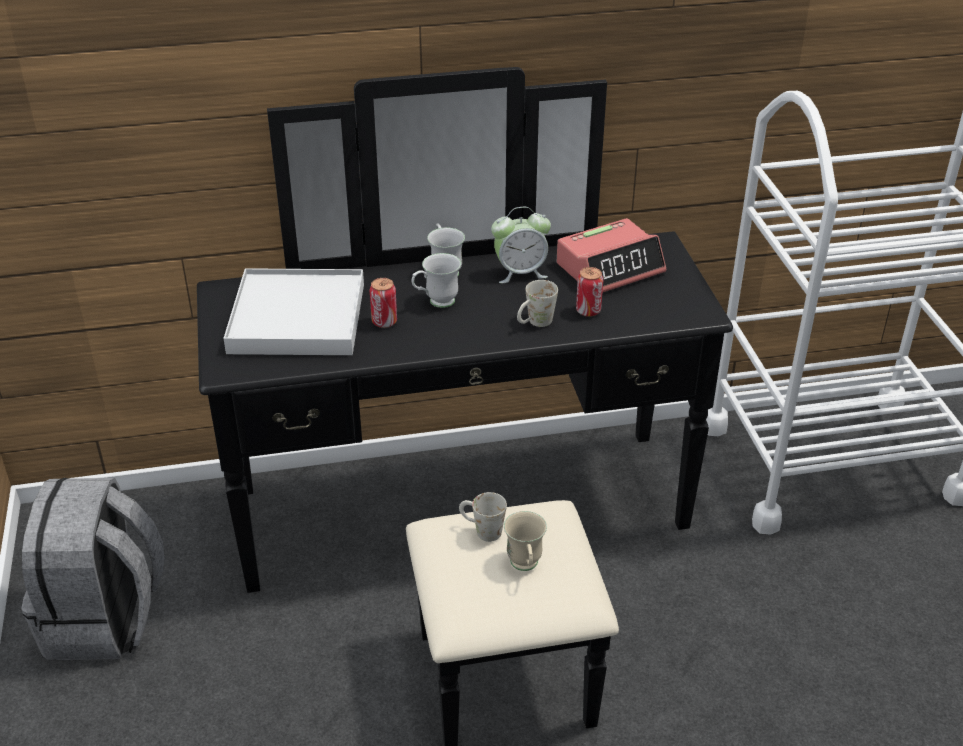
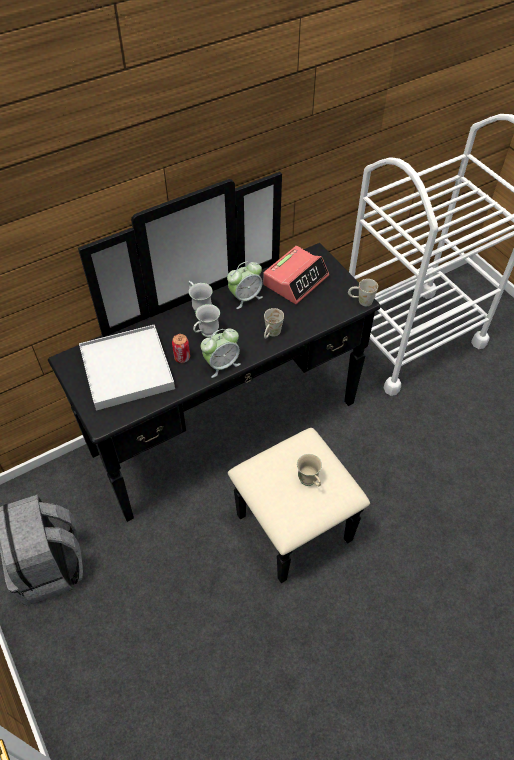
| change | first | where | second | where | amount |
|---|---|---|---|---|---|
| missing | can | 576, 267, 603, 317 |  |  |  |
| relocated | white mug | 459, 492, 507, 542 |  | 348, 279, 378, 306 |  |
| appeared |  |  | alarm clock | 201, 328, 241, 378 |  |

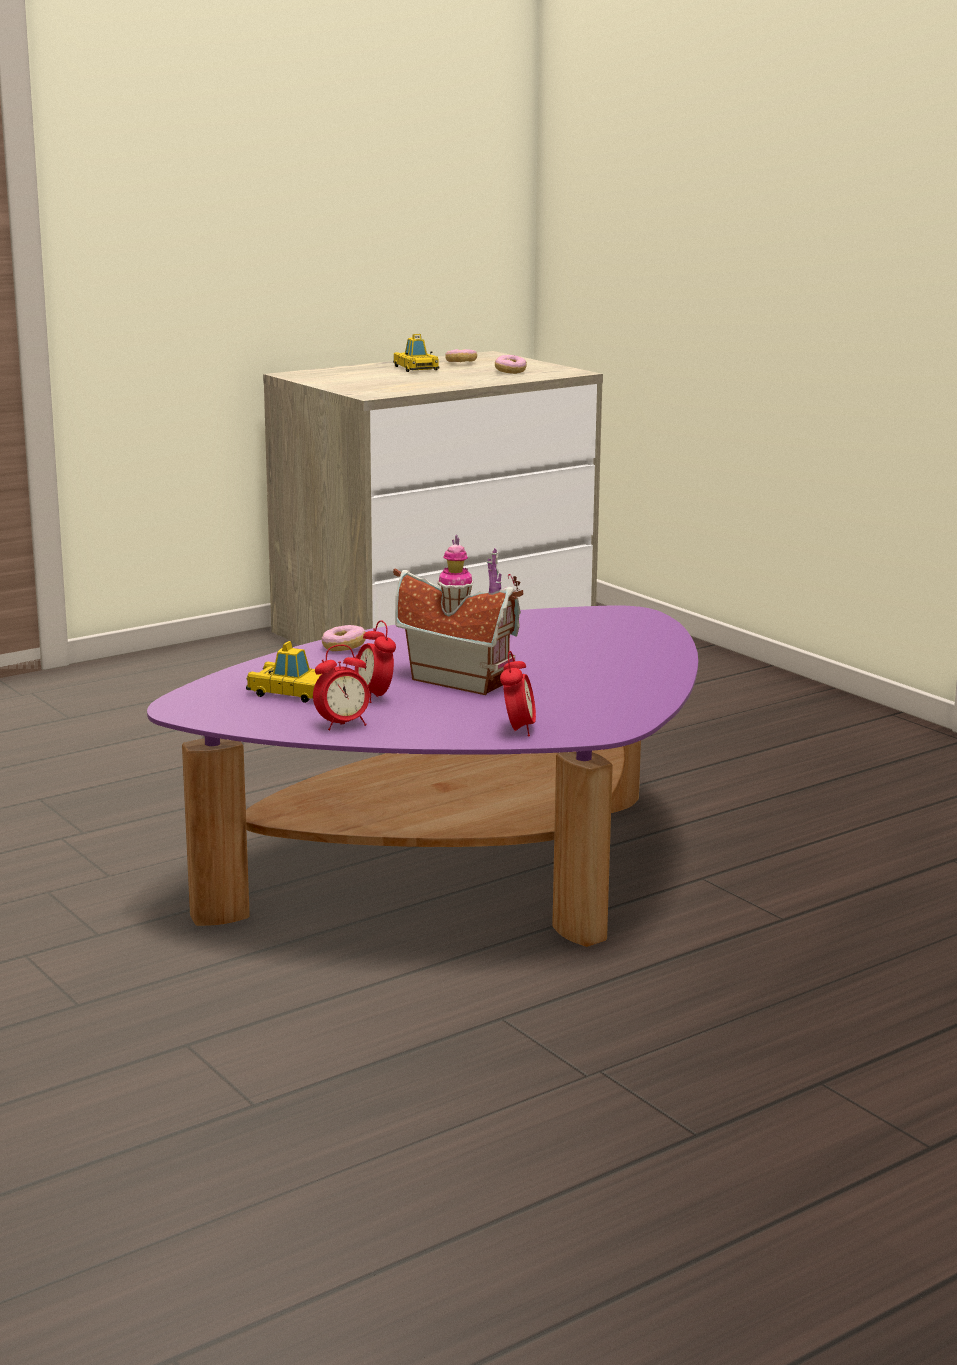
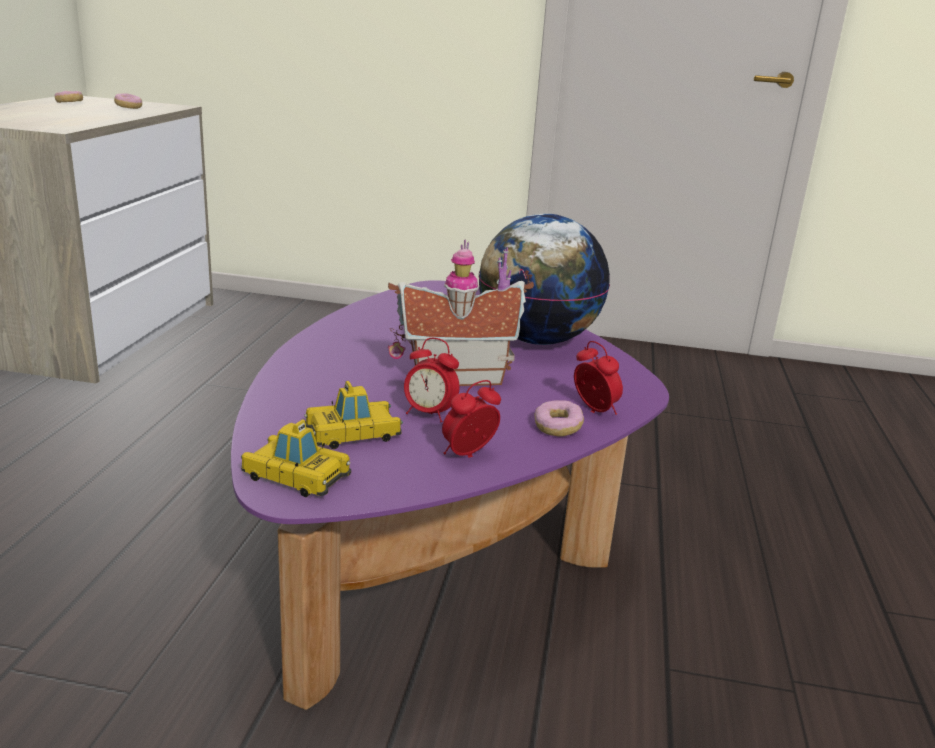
| change | first | where | second | where | amount |
|---|---|---|---|---|---|
| relocated | toy car | 393, 334, 439, 372 |  | 241, 419, 351, 497 |  |
| relocated | donut | 322, 625, 366, 651 |  | 535, 400, 584, 437 |  |
| spun | alarm clock | 313, 645, 370, 731 |  | 442, 380, 501, 458 | 150 degrees counterclockwise |
| appeared |  |  | globe | 478, 214, 610, 345 |  |

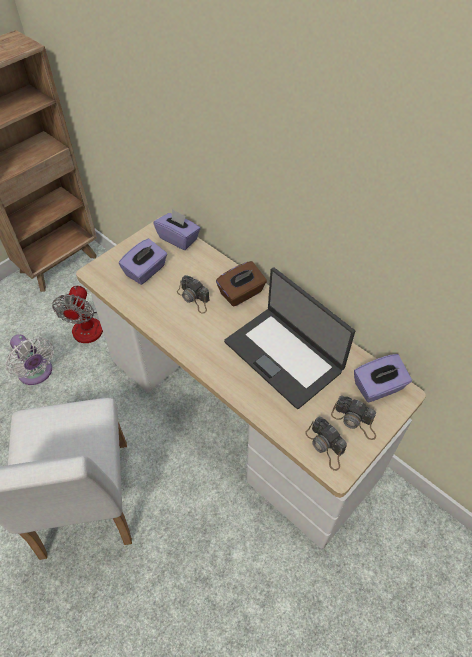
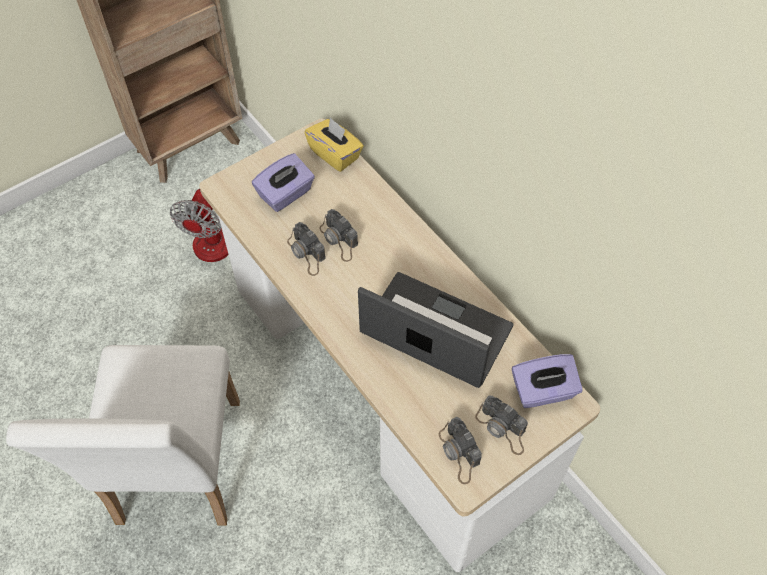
| change | first | where | second | where | amount |
|---|---|---|---|---|---|
| colour | purple tissue box | 153, 209, 200, 250 | yellow tissue box | 304, 117, 364, 172 |  |
| missing | brown tissue box | 216, 261, 267, 307 |  |  |  |
| spun | laptop | 224, 267, 355, 409 |  | 358, 272, 514, 388 | 150 degrees clockwise |
| missing | white fan | 5, 334, 54, 385 |  |  |  |
| appeared |  |  | photo camera | 287, 222, 326, 276 |  |

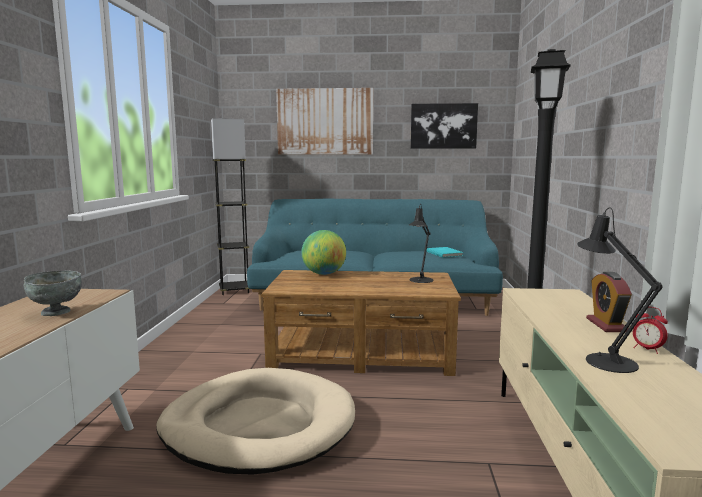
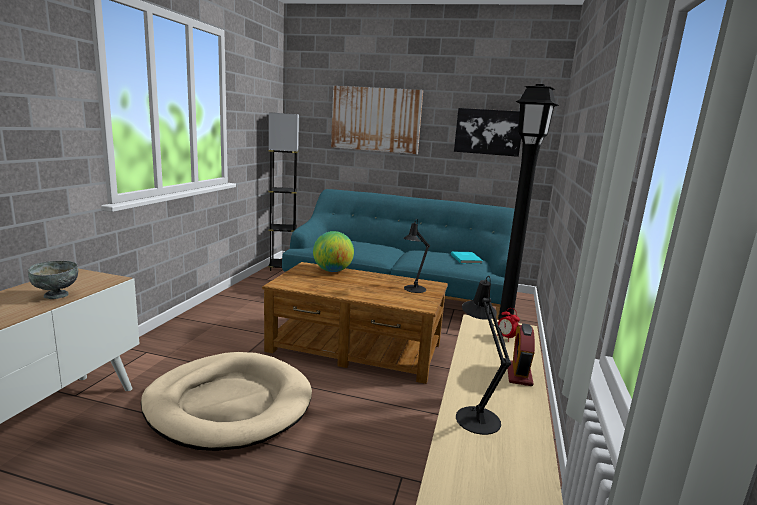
| change | first | where | second | where | amount |
|---|---|---|---|---|---|
| relocated | alarm clock | 633, 307, 668, 354 |  | 497, 308, 520, 342 |  |

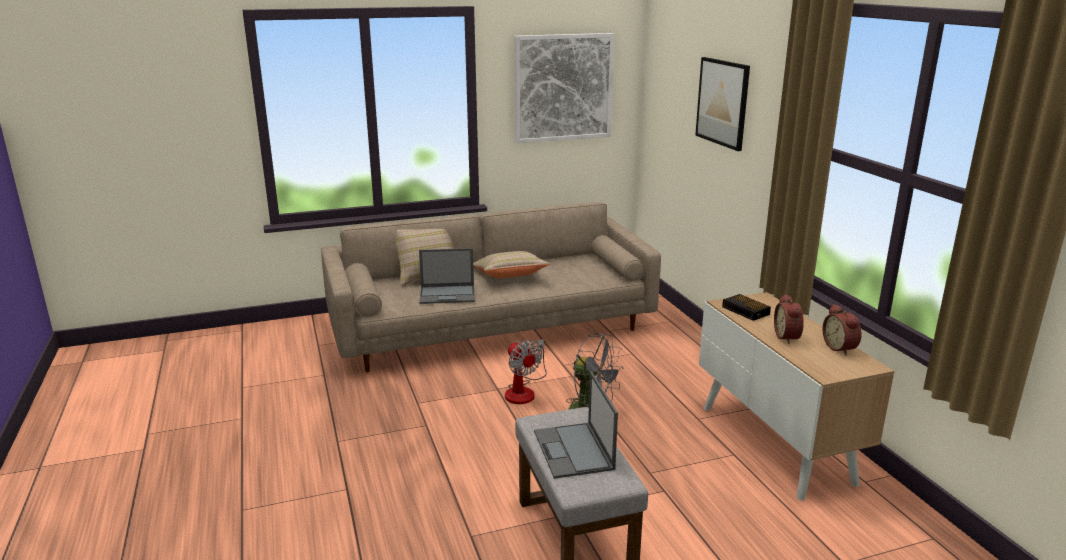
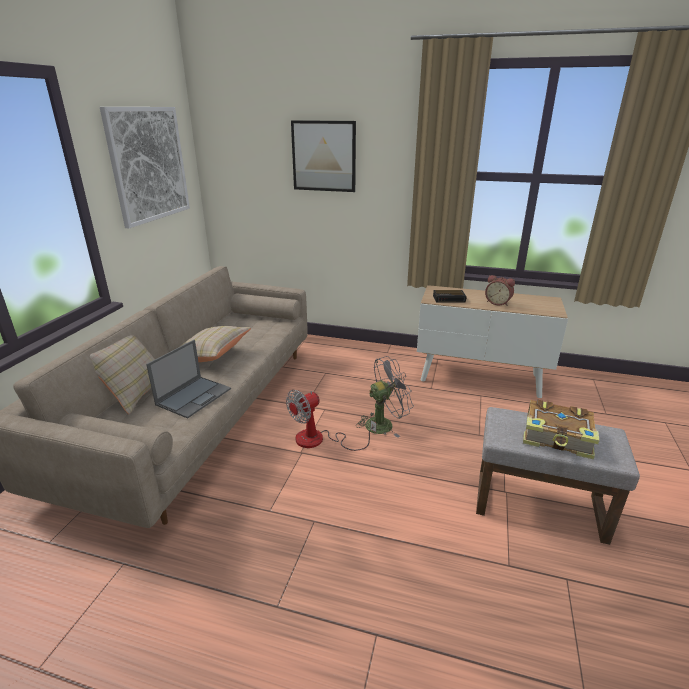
| change | first | where | second | where | amount |
|---|---|---|---|---|---|
| missing | alarm clock | 823, 304, 862, 355 |  |  |  |
| spun | fan | 505, 339, 547, 404 |  | 286, 390, 376, 451 | 135 degrees clockwise |
| exchanged | laptop | 534, 372, 618, 479 | book | 523, 400, 600, 459 |  |

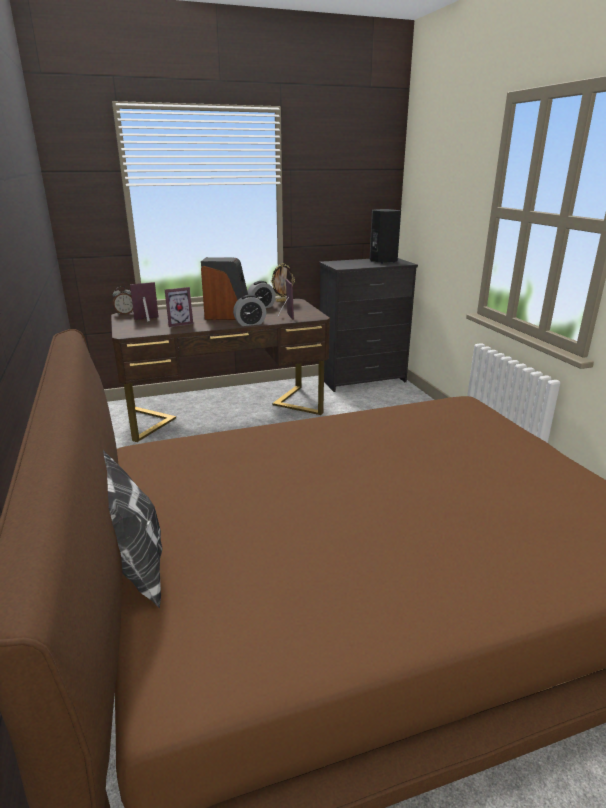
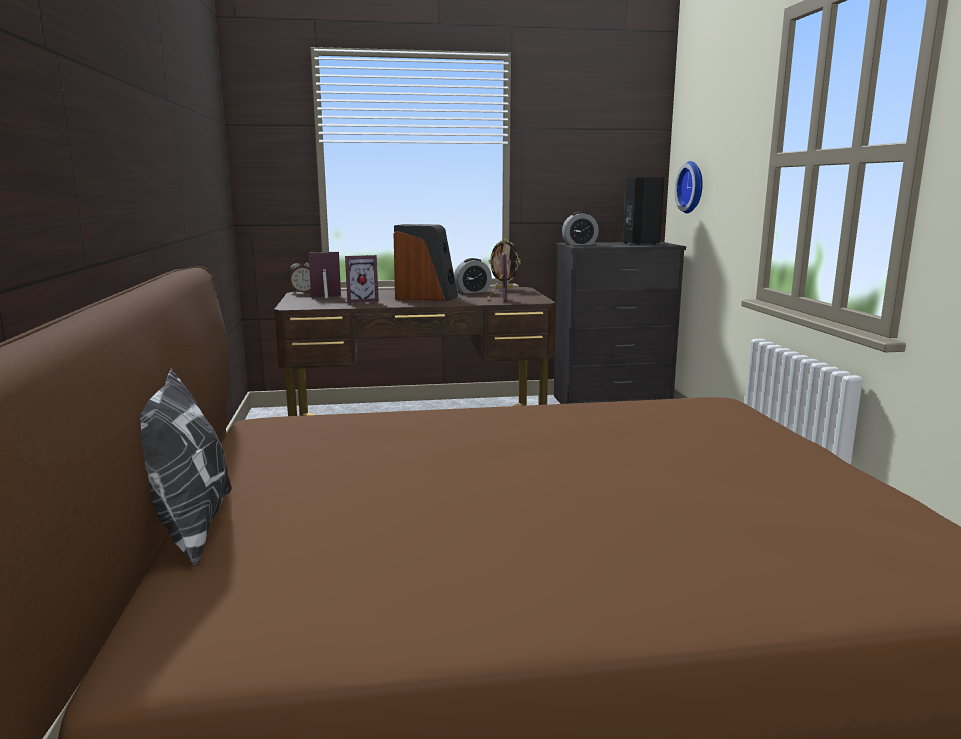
| change | first | where | second | where | amount |
|---|---|---|---|---|---|
| relocated | alarm clock | 233, 295, 266, 326 |  | 562, 212, 599, 245 |  |
| appeared |  |  | wall clock | 675, 161, 703, 213 |  |

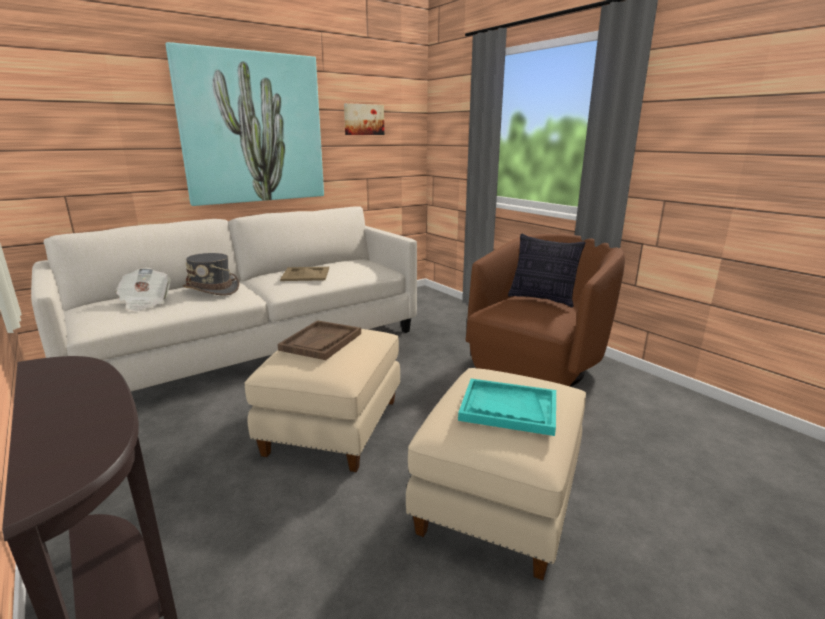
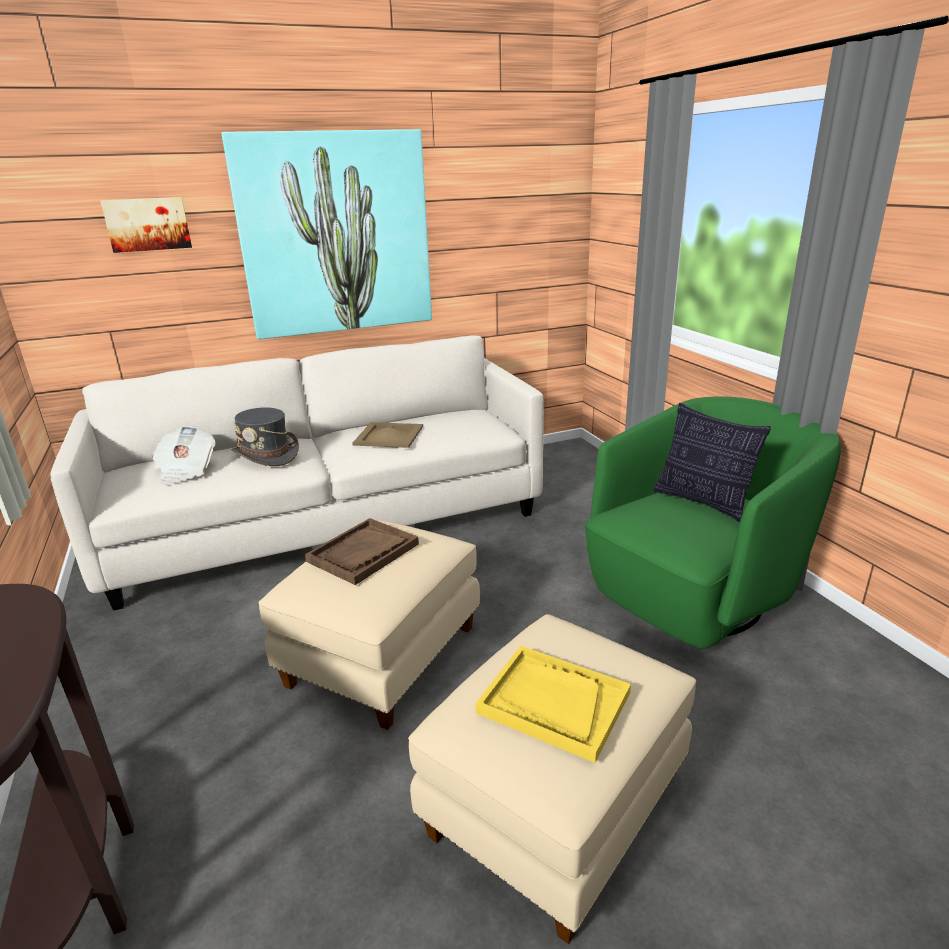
| change | first | where | second | where | amount |
|---|---|---|---|---|---|
| relocated | picture | 344, 103, 384, 135 |  | 101, 197, 192, 253 |  |
| colour | brown armchair | 466, 234, 625, 387 | green armchair | 585, 396, 841, 649 |  |
| colour | turquoise tray | 458, 379, 556, 436 | yellow tray | 475, 646, 631, 763 |  |

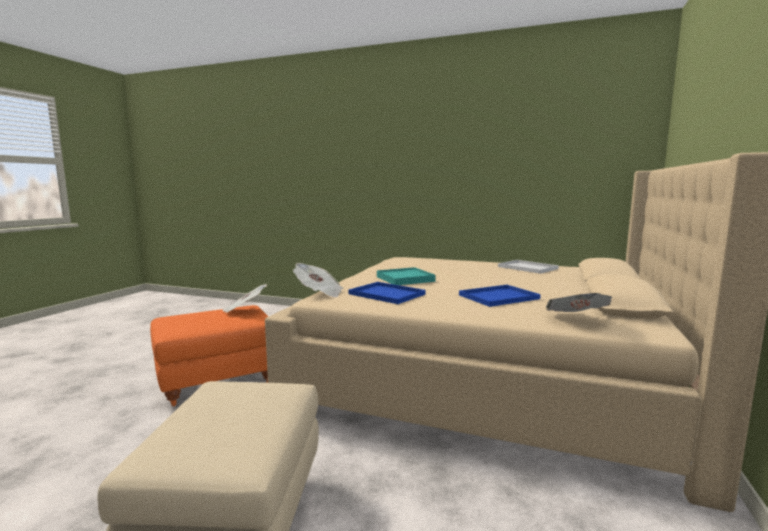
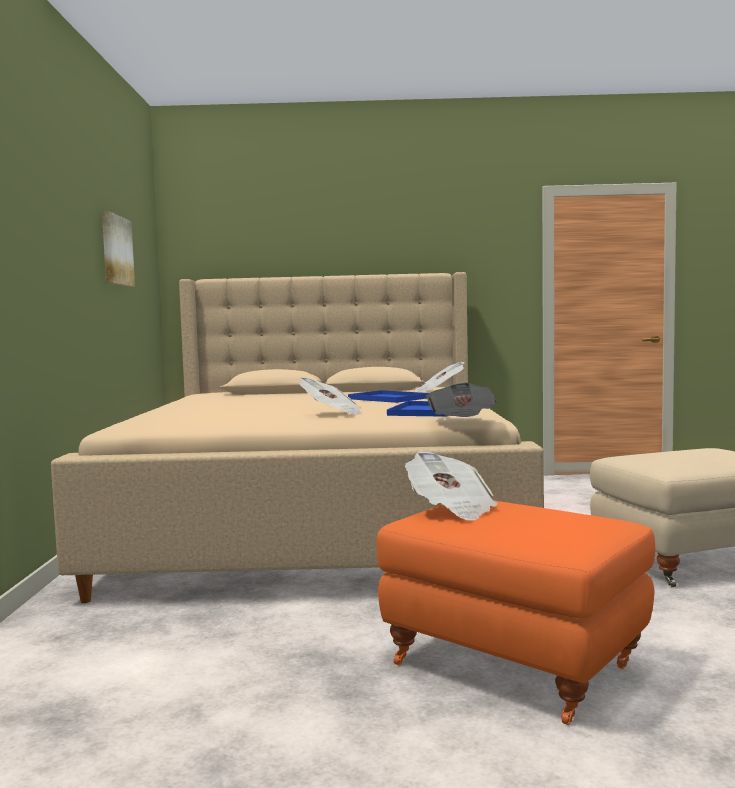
| change | first | where | second | where | amount |
|---|---|---|---|---|---|
| missing | white tray | 498, 260, 559, 274 |  |  |  |
| exchanged | turquoise tray | 377, 267, 436, 285 | newspaper | 300, 377, 361, 416 |  |
| appeared |  |  | picture | 102, 211, 135, 287 |  |

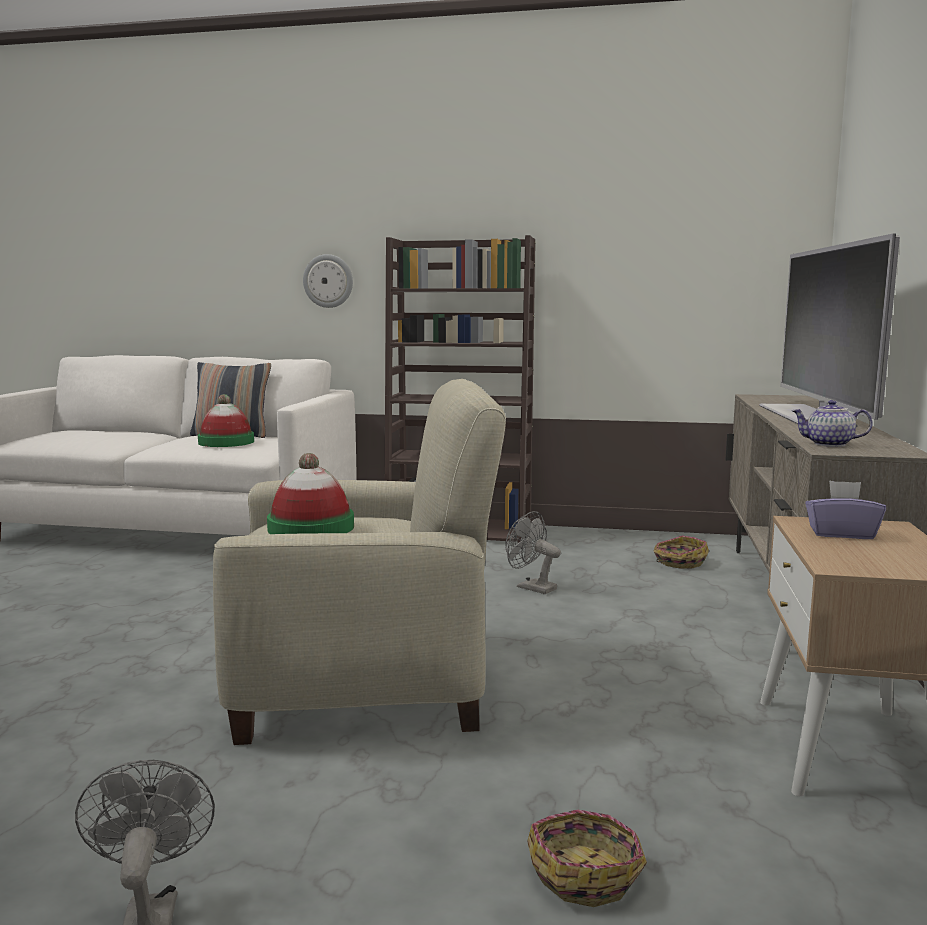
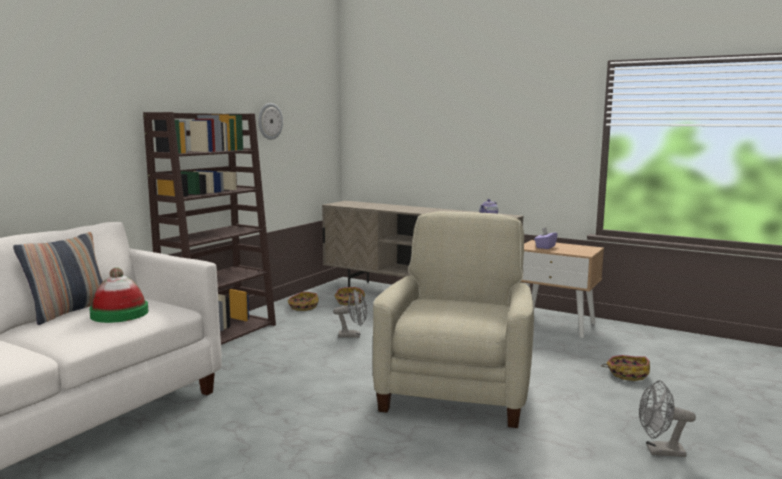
| change | first | where | second | where | amount |
|---|---|---|---|---|---|
| missing | television | 759, 233, 900, 427 |  |  |  |
| relocated | wall clock | 303, 254, 353, 308 |  | 258, 103, 283, 140 |  |
| missing | hat | 267, 453, 354, 534 |  |  |  |
| spun | grey fan | 505, 511, 561, 594 |  | 333, 289, 367, 338 | 150 degrees counterclockwise |
| appeared |  |  | basket | 288, 292, 319, 311 |  |

